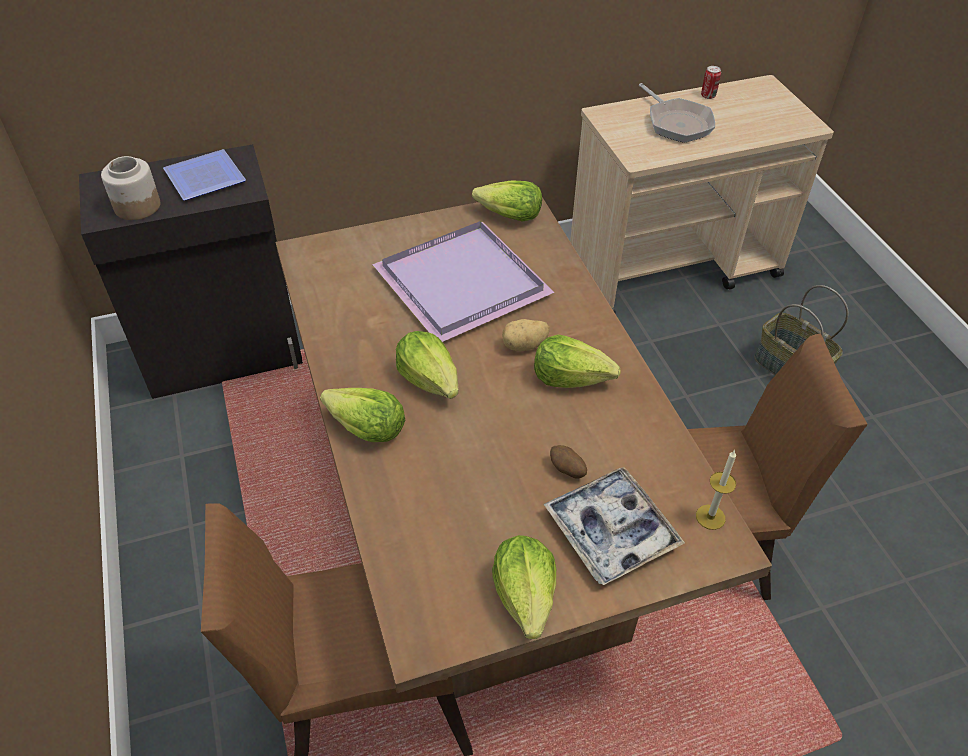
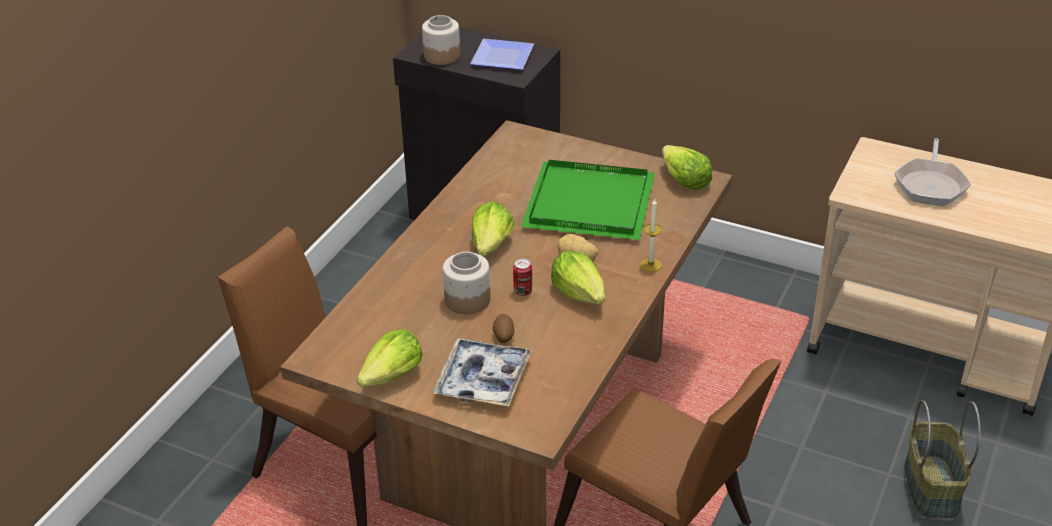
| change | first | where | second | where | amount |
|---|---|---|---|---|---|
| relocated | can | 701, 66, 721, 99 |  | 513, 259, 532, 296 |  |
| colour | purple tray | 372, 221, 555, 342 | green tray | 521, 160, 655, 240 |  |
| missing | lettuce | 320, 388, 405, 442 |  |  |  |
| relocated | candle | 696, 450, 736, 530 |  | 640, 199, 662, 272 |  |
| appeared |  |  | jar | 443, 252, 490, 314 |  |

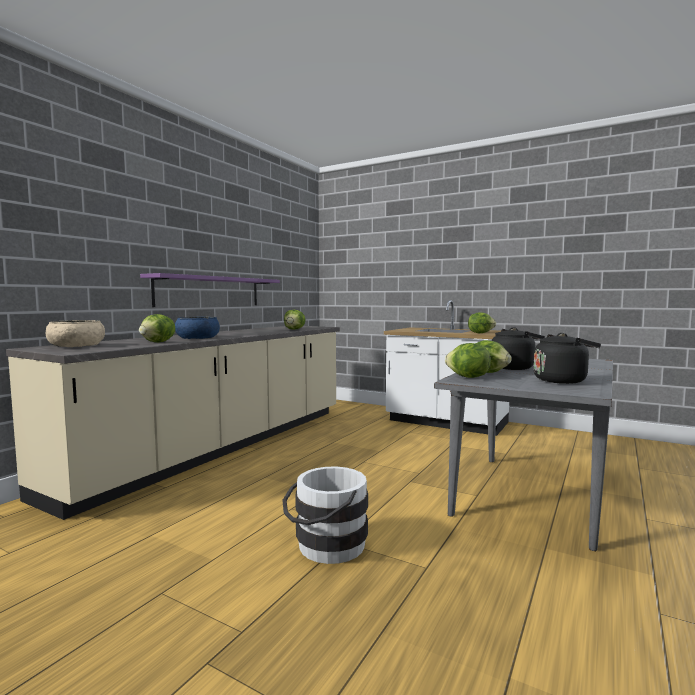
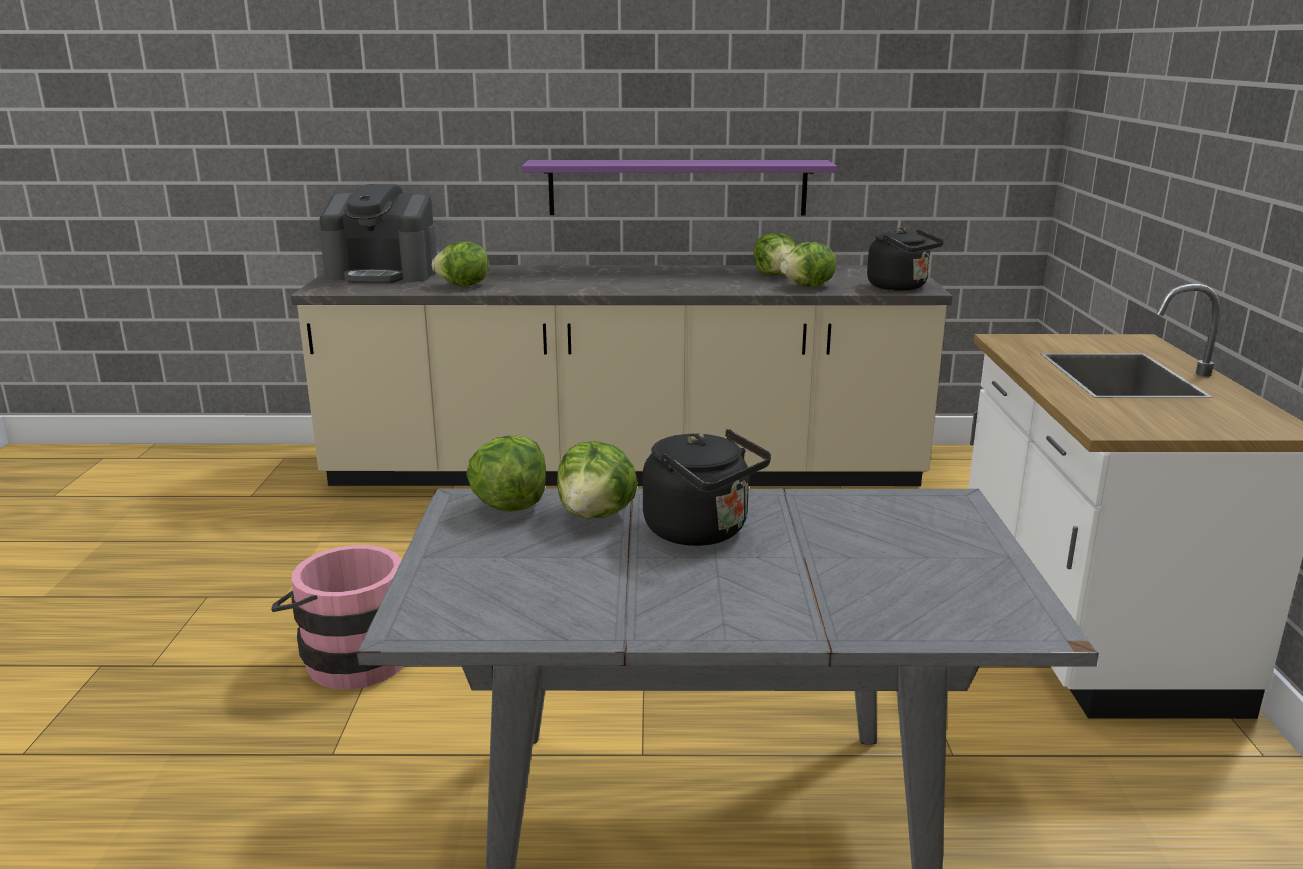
| change | first | where | second | where | amount |
|---|---|---|---|---|---|
| relocated | lettuce | 468, 312, 496, 333 |  | 754, 233, 797, 276 |  |
| missing | blue bowl | 175, 317, 220, 339 |  |  |  |
| exchanged | beige bowl | 46, 320, 105, 347 | coffee machine | 320, 184, 437, 283 |  |
| relocated | black kettle | 534, 333, 601, 384 |  | 867, 228, 944, 291 |  |
| colour | white bucket | 282, 467, 368, 564 | pink bucket | 271, 545, 404, 689 |  |

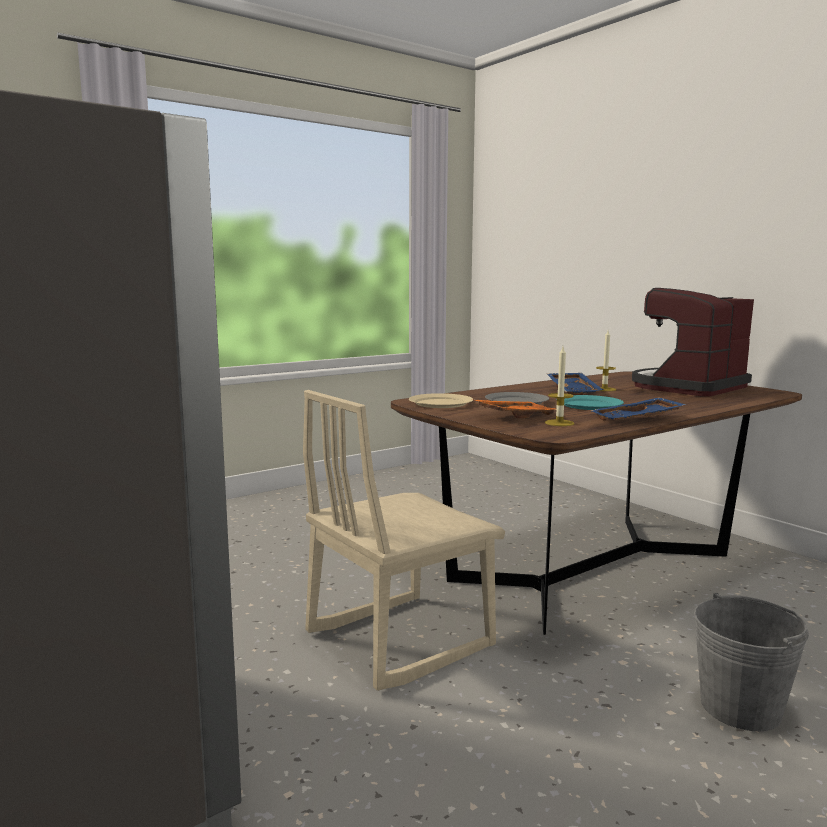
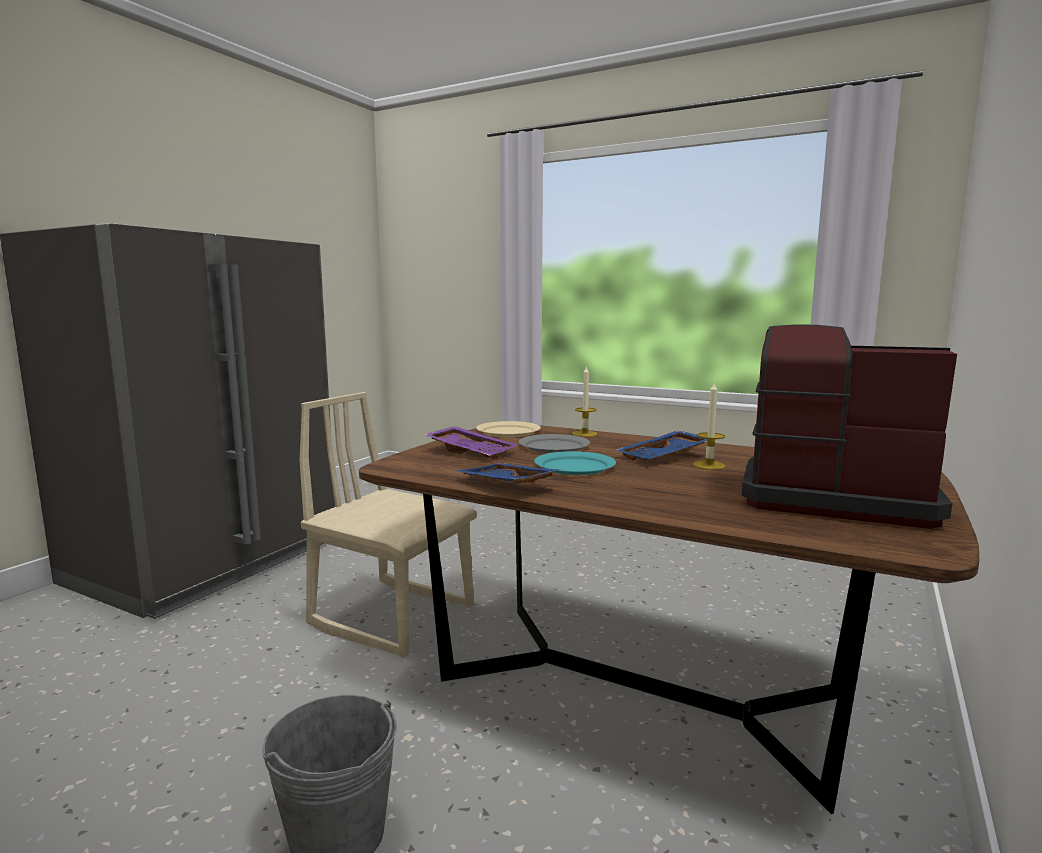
| change | first | where | second | where | amount |
|---|---|---|---|---|---|
| relocated | candle | 545, 347, 574, 426 |  | 572, 365, 598, 437 |  |
| colour | orange tray | 472, 399, 556, 418 | purple tray | 424, 426, 518, 459 |  |

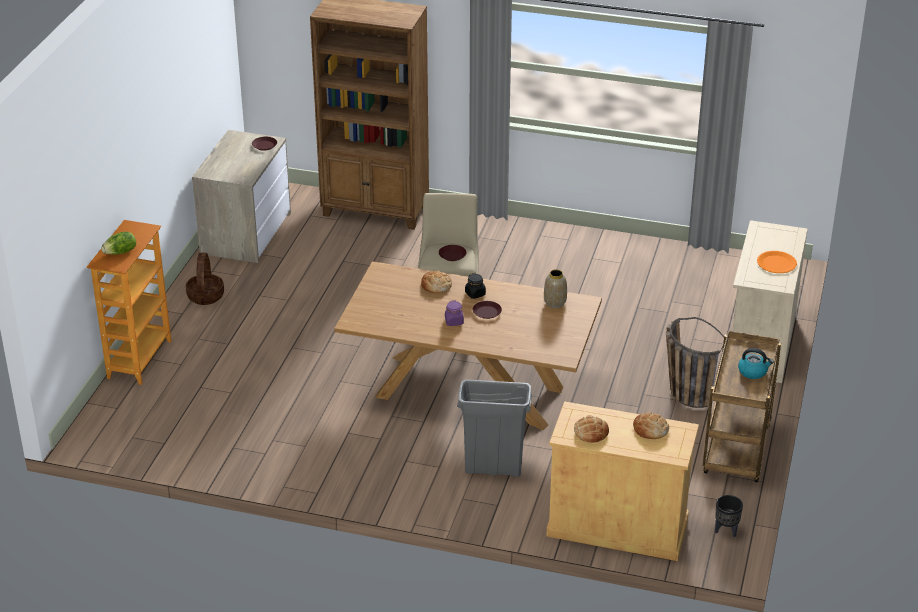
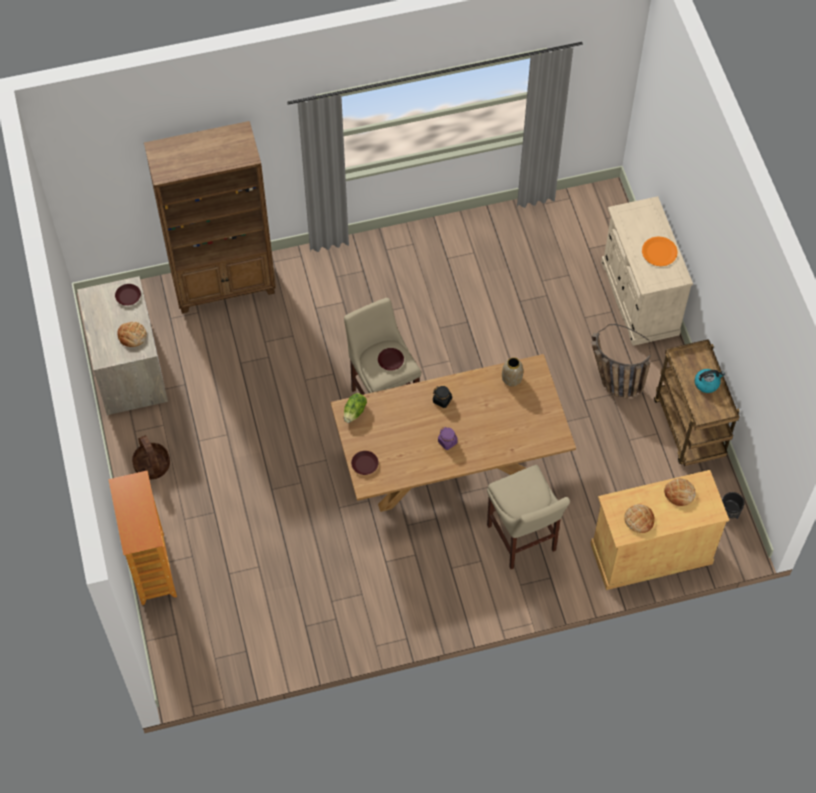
| change | first | where | second | where | amount |
|---|---|---|---|---|---|
| relocated | lettuce | 101, 232, 136, 255 |  | 344, 393, 367, 423 |  |
| relocated | bread | 421, 271, 452, 293 |  | 117, 322, 147, 347 |  |
| relocated | brown plate | 473, 301, 502, 319 |  | 351, 451, 378, 475 |  |
| exchanged | grey trash can | 457, 379, 532, 477 | beige stool | 487, 465, 570, 569 |  |

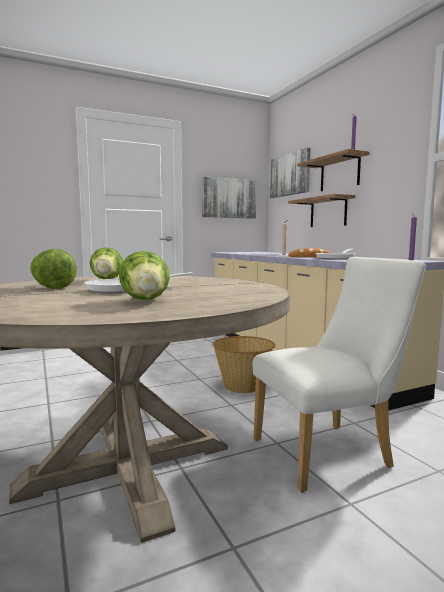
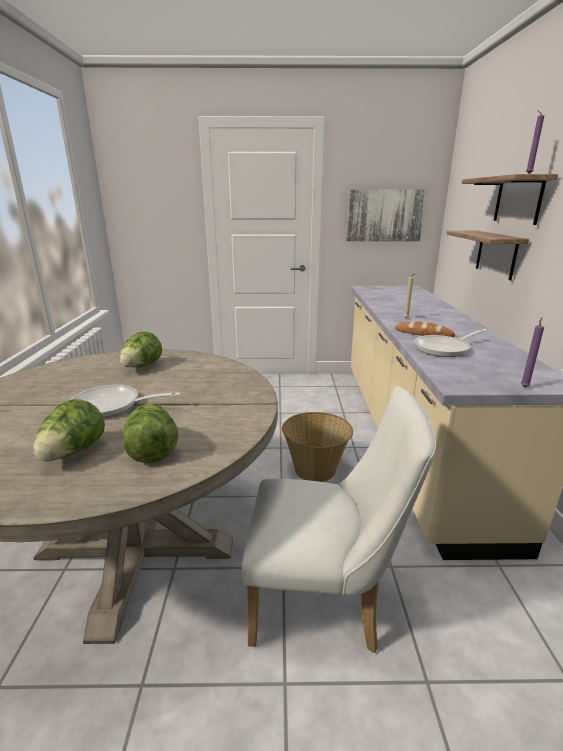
| change | first | where | second | where | amount |
|---|---|---|---|---|---|
| missing | picture | 270, 148, 310, 198 |  |  |  |
| relocated | lettuce | 30, 249, 77, 289 |  | 123, 404, 178, 463 |  |

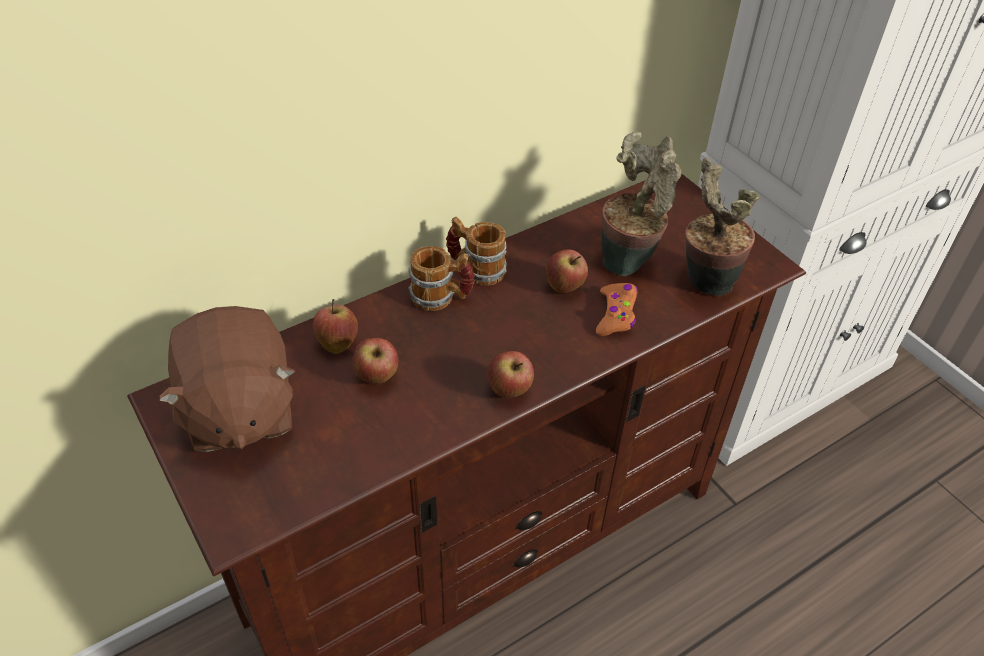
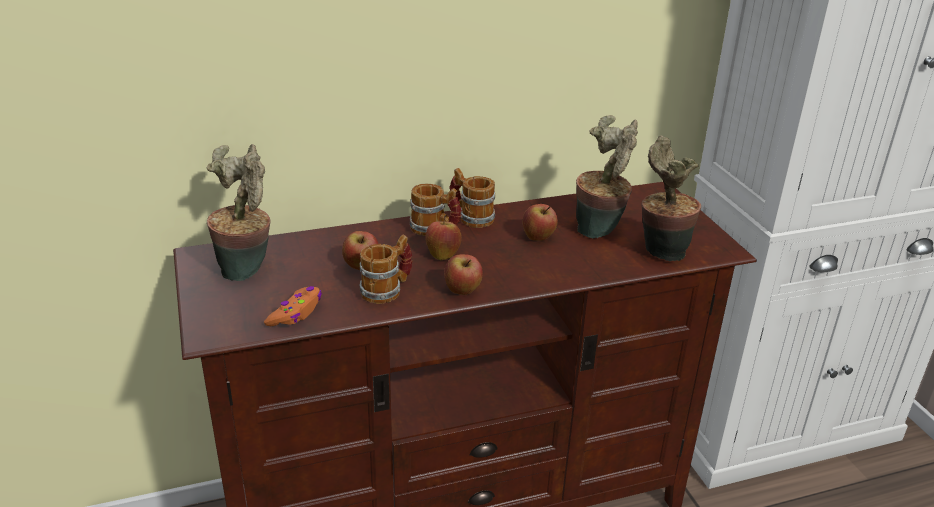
| change | first | where | second | where | amount |
|---|---|---|---|---|---|
| relocated | orange game controller | 596, 283, 638, 336 |  | 264, 286, 322, 326 |  |
| relocated | apple | 313, 299, 358, 354 |  | 425, 214, 462, 260 |  |
| exchanged | brown plush toy | 158, 306, 295, 452 | potted plant | 207, 144, 271, 281 |  |
| appeared |  |  | mug | 360, 235, 412, 304 |  |

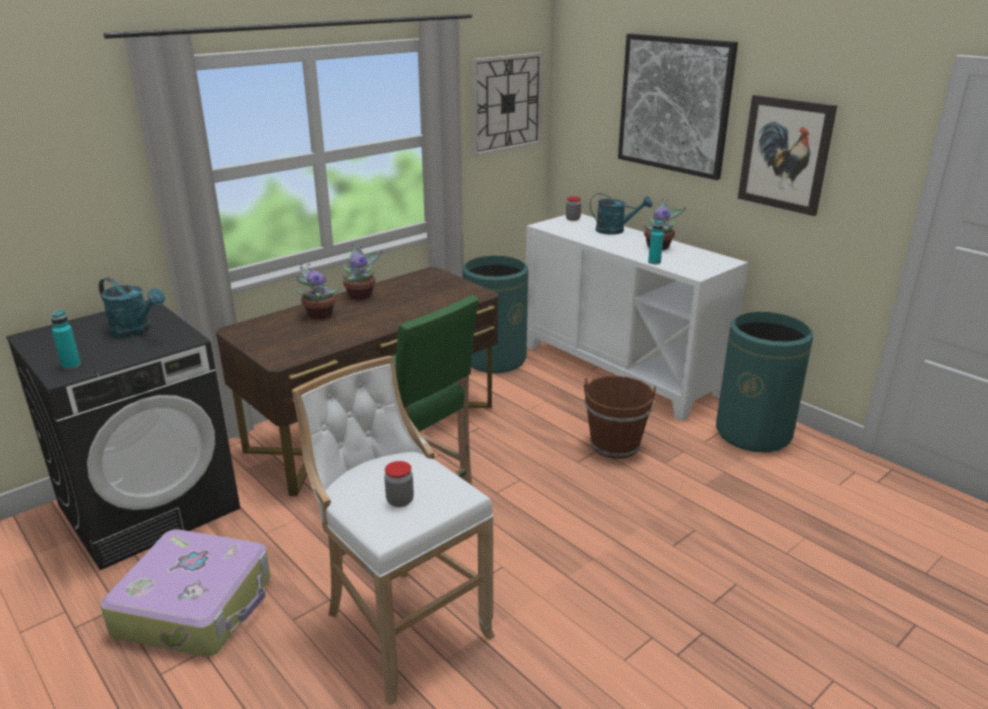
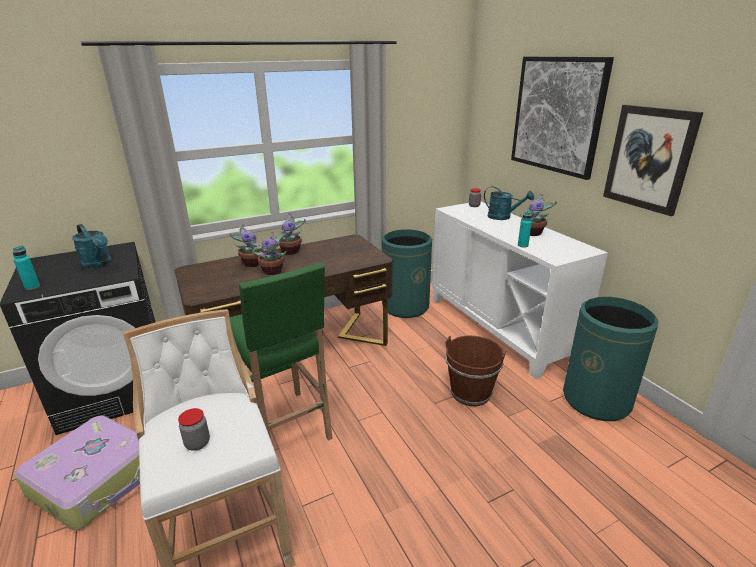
| change | first | where | second | where | amount |
|---|---|---|---|---|---|
| missing | wall clock | 472, 52, 543, 156 |  |  |  |
| appeared |  |  | potted plant | 253, 230, 287, 275 |  |

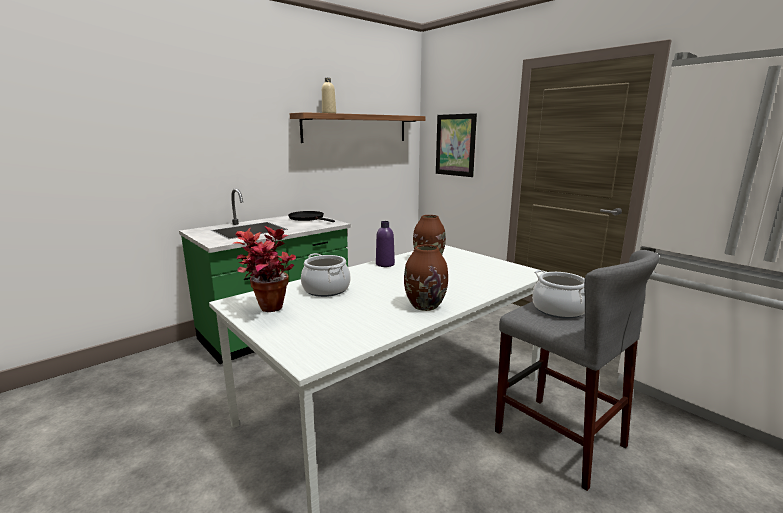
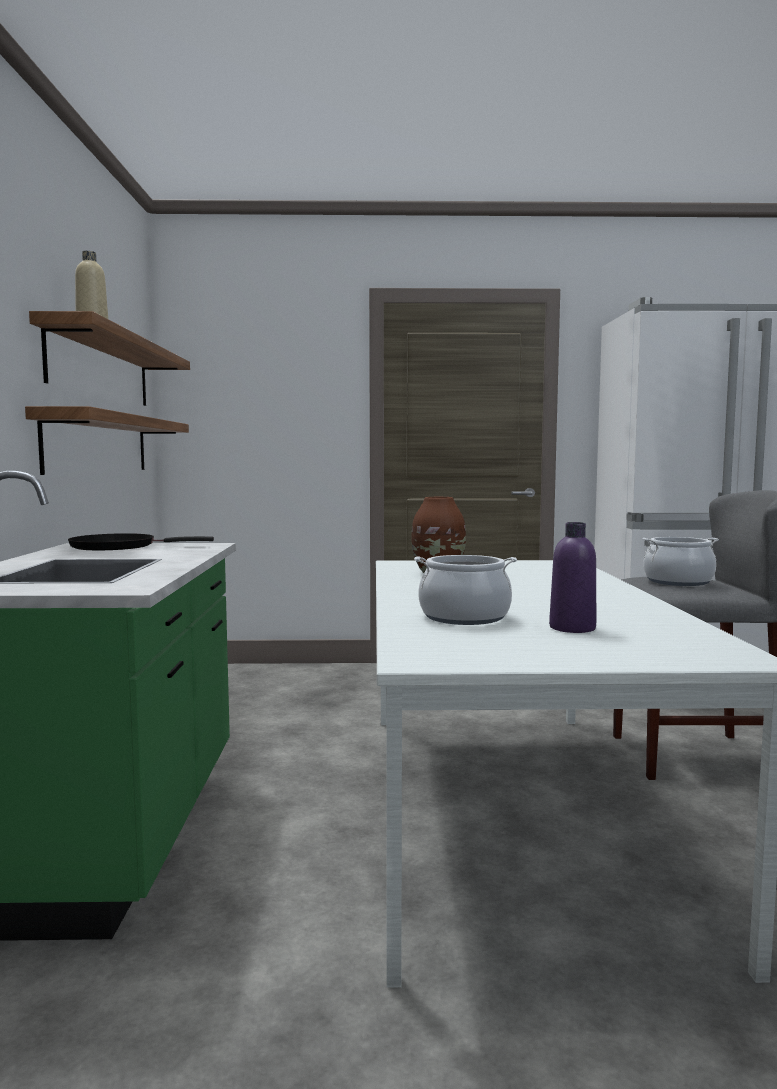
| change | first | where | second | where | amount |
|---|---|---|---|---|---|
| missing | picture | 436, 113, 477, 177 |  |  |  |
| relocated | purple bottle | 376, 221, 395, 267 |  | 549, 522, 596, 633 |  |
| missing | potted plant | 234, 226, 296, 312 |  |  |  |
| missing | brown vase | 404, 245, 448, 311 |  |  |  |
| appeared |  |  | shelf | 25, 406, 189, 475 |  |

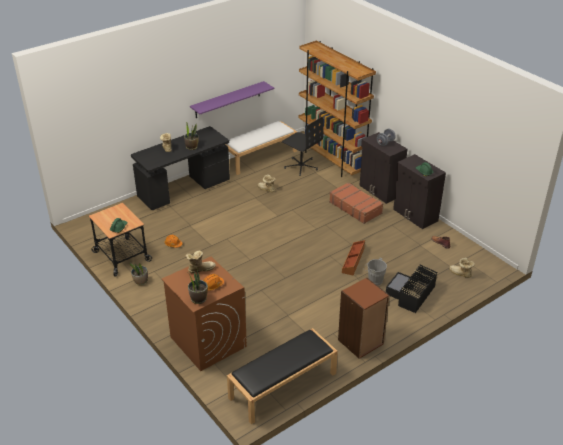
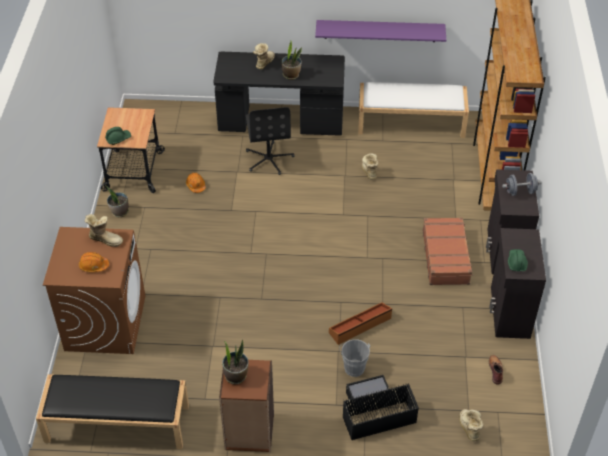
| change | first | where | second | where | amount |
|---|---|---|---|---|---|
| relocated | black office chair | 282, 117, 323, 176 |  | 246, 107, 295, 175 |  |
| relocated | potted plant | 187, 270, 208, 304 |  | 222, 340, 249, 384 |  |

